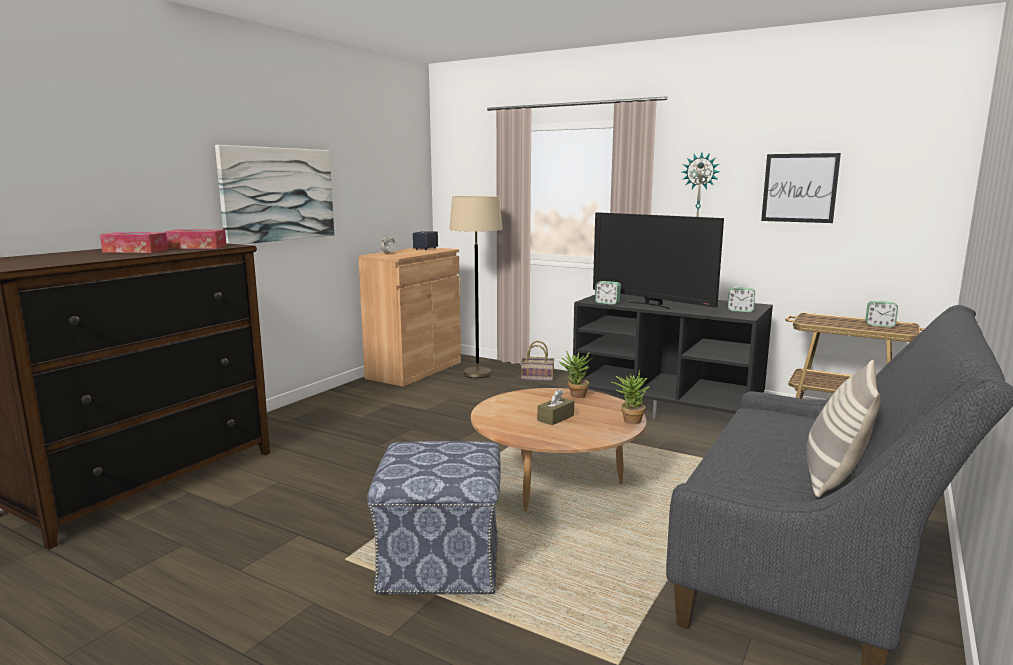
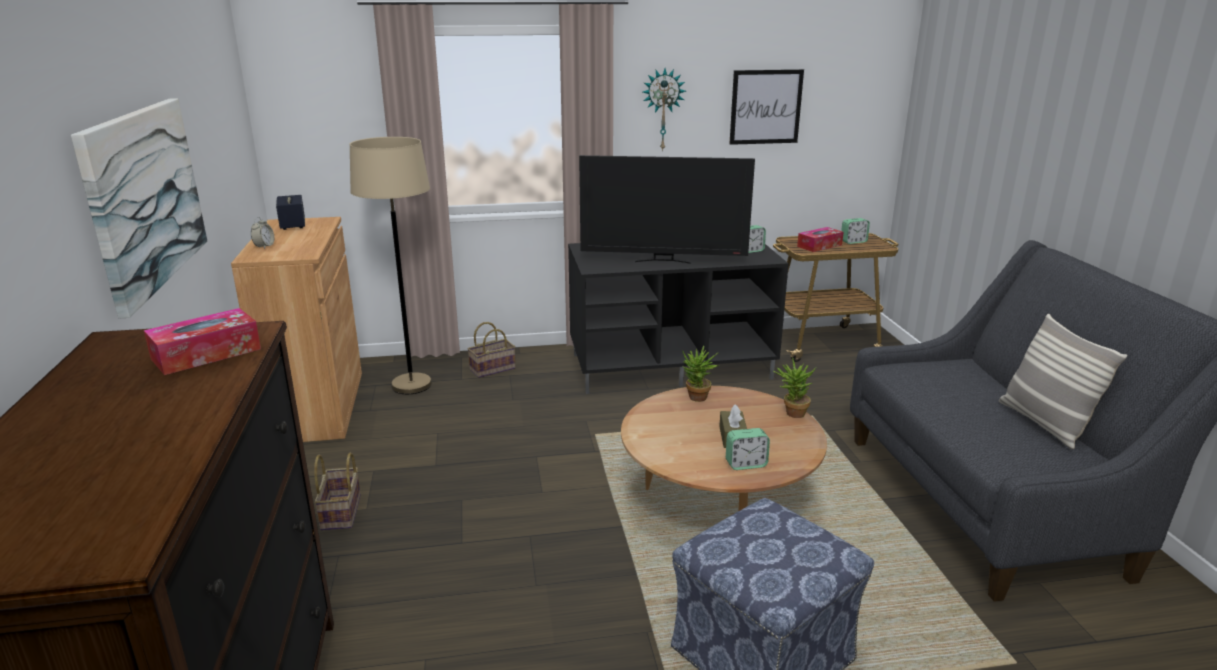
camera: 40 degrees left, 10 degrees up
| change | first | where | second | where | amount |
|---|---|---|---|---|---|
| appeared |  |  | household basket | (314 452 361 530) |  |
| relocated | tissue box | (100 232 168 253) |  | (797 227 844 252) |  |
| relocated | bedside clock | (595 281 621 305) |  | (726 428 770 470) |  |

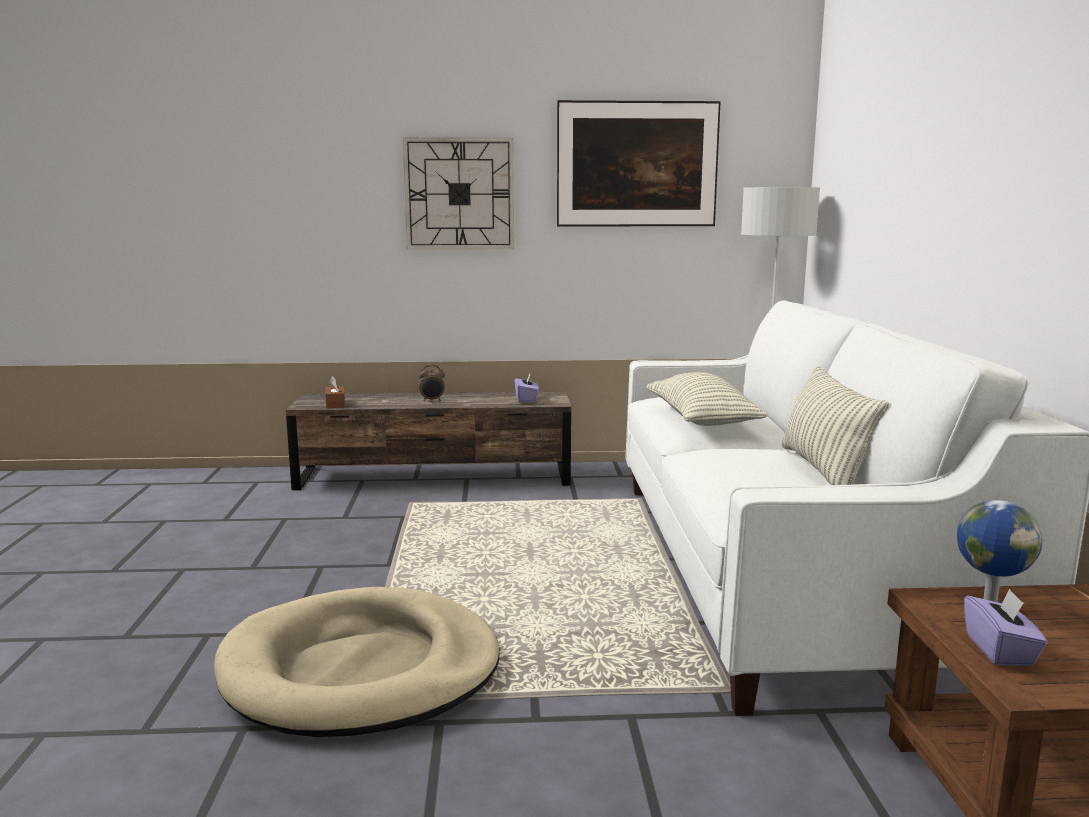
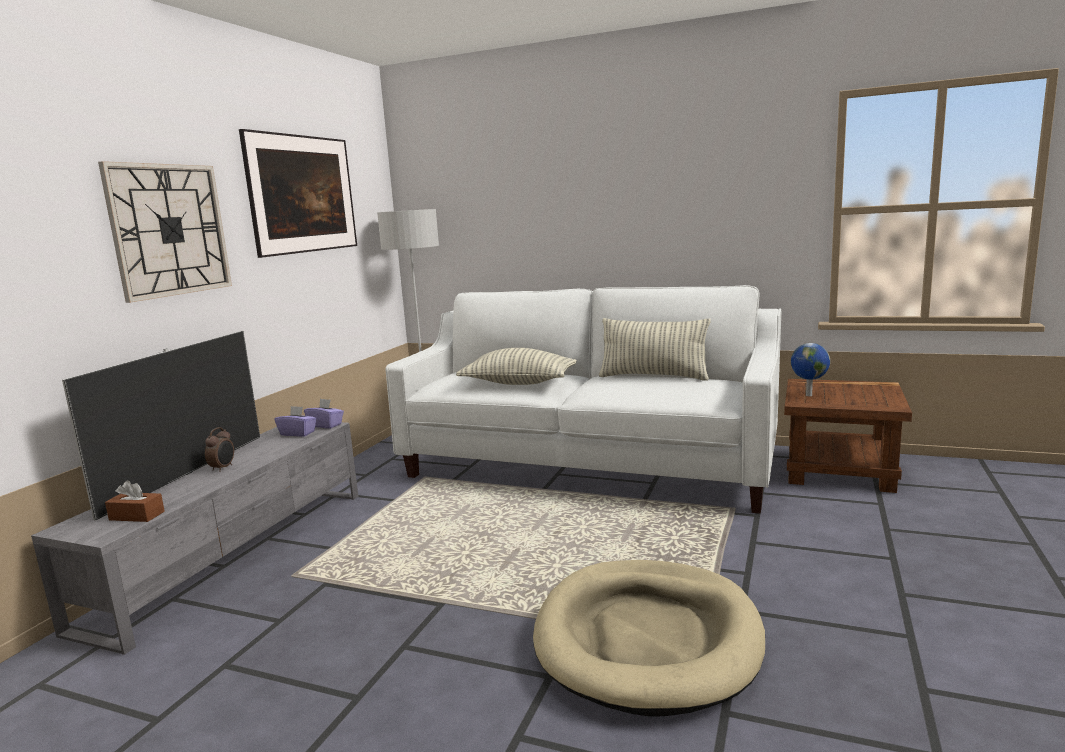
camera: 65 degrees left, 0 degrees up
| change | first | where | second | where | amount |
|---|---|---|---|---|---|
| appeared |  |  | TV | (62 331 260 521) |  |
| relocated | tissue box in purple-coloured | (964 589 1047 666) |  | (304 398 344 429) |  |
| colour | tv unit in brownish | (286 391 571 490) | tv unit in greyish | (31 422 358 655) |  |

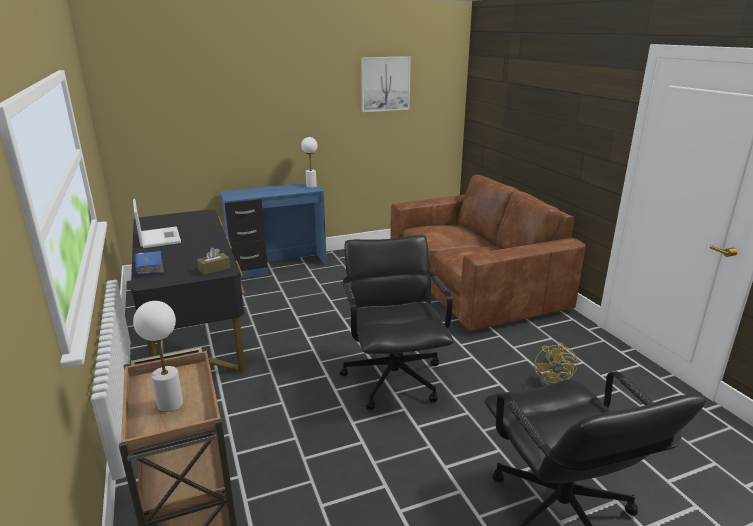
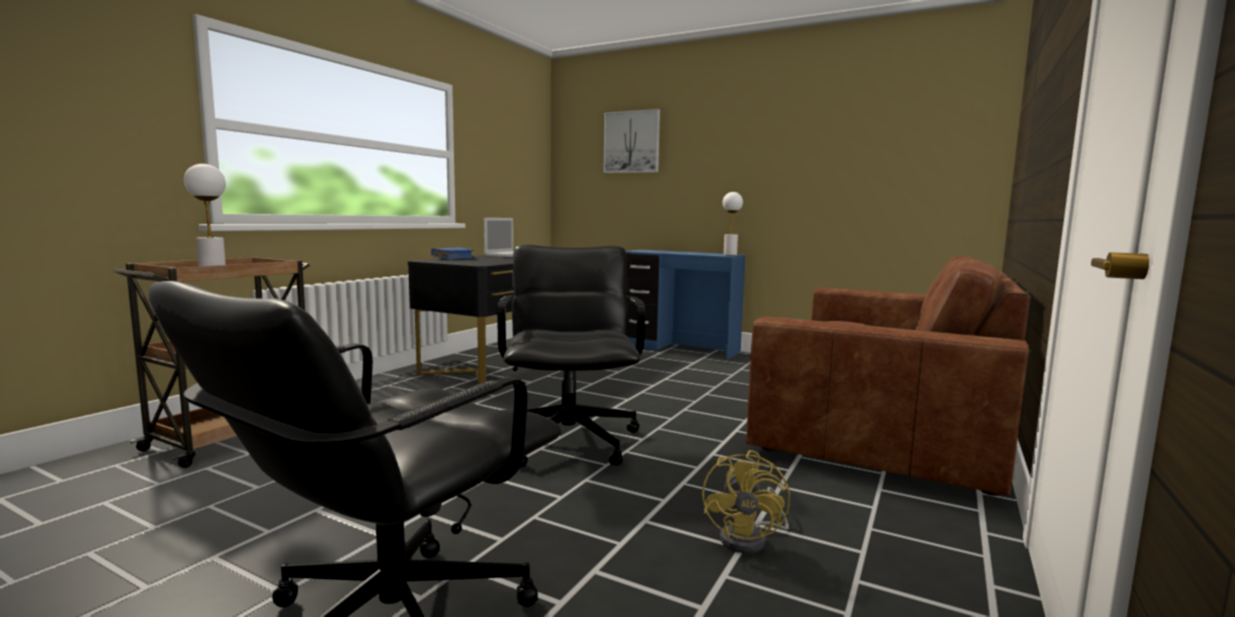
camera: 50 degrees right, 15 degrees down
| change | first | where | second | where | amount |
|---|---|---|---|---|---|
| missing | tissue box in brownish | (197 248 230 275) |  |  |  |
| relocated | picture | (361 56 411 112) |  | (603 109 660 173) |  |
| spun | desk chair in blackish | (340 235 454 410) |  | (497 245 645 468) | 45 degrees counterclockwise |
| spun | cooling fan in yellow | (534 343 578 386) |  | (702 450 790 554) | 45 degrees counterclockwise |

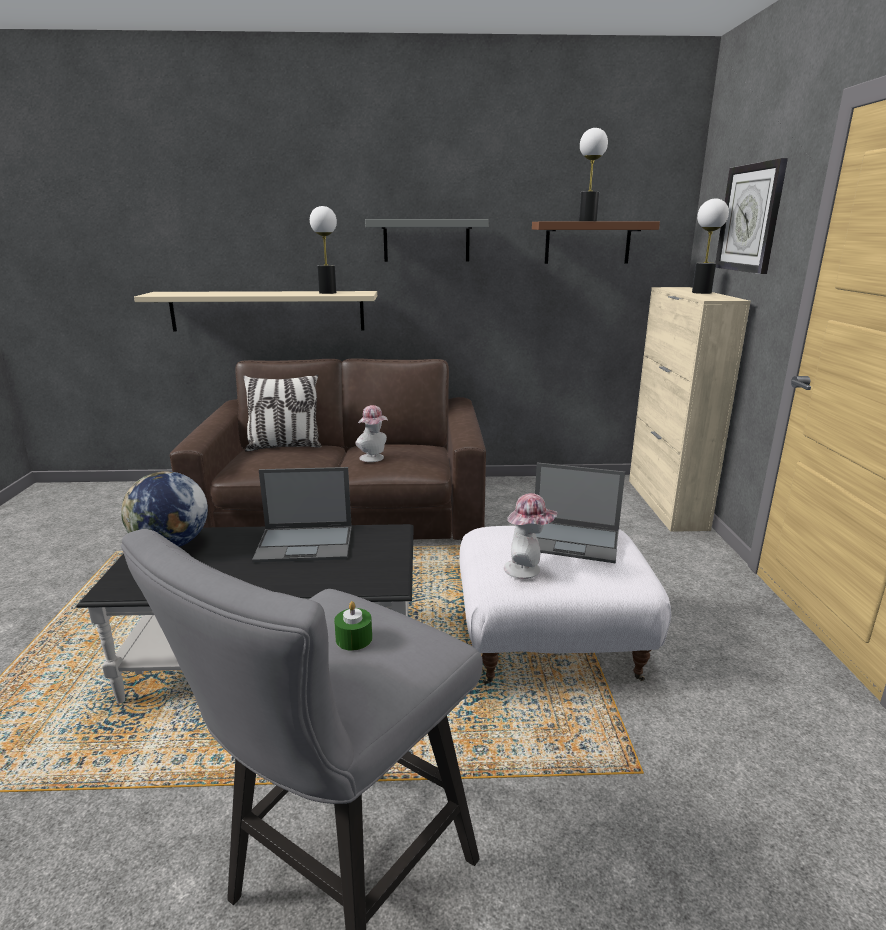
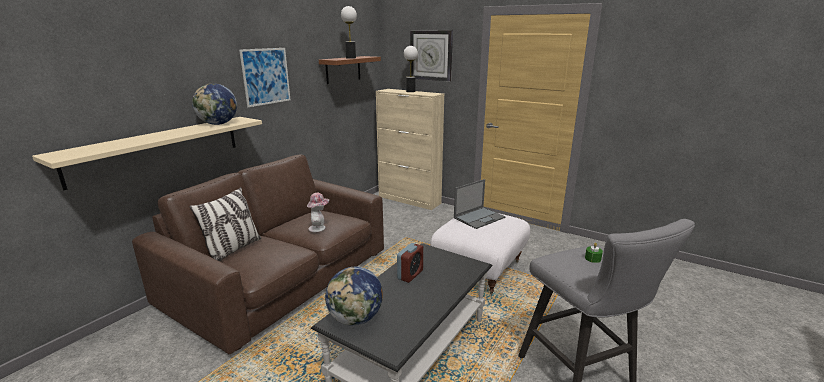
camera: 55 degrees left, 0 degrees up
| change | first | where | second | where | amount |
|---|---|---|---|---|---|
| missing | hat | (504 493 557 579) |  |  |  |
| exchanged | notebook computer | (252 467 352 562) | bedside clock | (397 243 423 283) |  |
| exchanged | lamp for a table | (310 206 337 294) | desk globe | (192 83 237 125) |  |
| exchanged | shelf in greyish | (365 219 489 262) | picture | (239 48 291 107) |  |

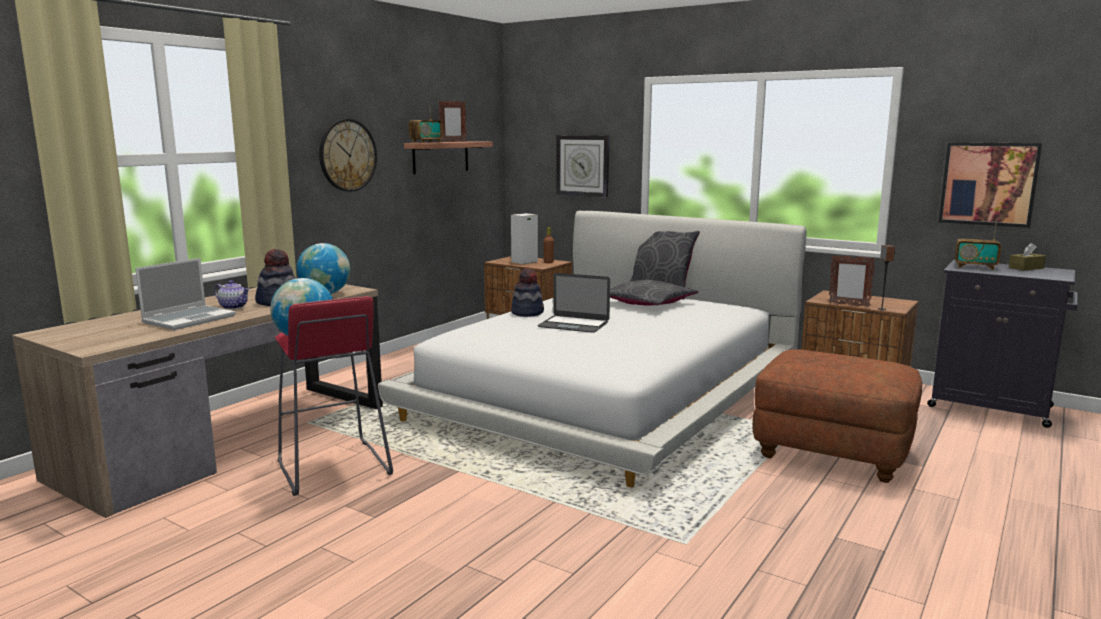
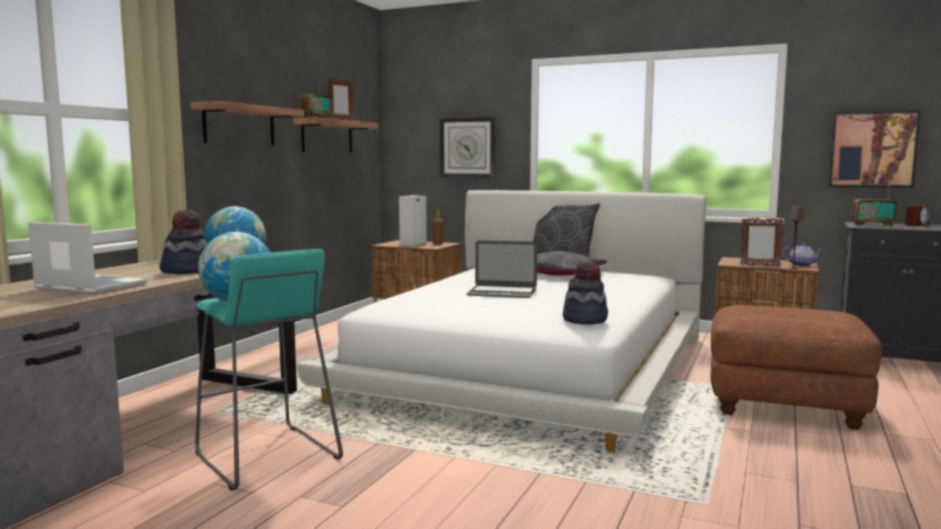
camera: 10 degrees left, 5 degrees down
| change | first | where | second | where | amount |
|---|---|---|---|---|---|
| relocated | tea pot | (214 280 250 309) |  | (782 243 824 267) |  |
| relocated | hat | (511 268 544 317) |  | (563 260 608 325) |  |
| exchanged | clock on the wall | (319 119 377 192) | shelf | (191 101 304 145) |  |
| exchanged | tissue box in brownish | (1009 243 1046 271) | bedside clock | (905 204 930 226) |  |
| colour | stool seat in red | (275 296 393 496) | stool seat in blue-green | (195 249 343 491) |  |
| spun | notebook computer | (135 258 236 330) |  | (28 222 147 295) | 90 degrees counterclockwise |

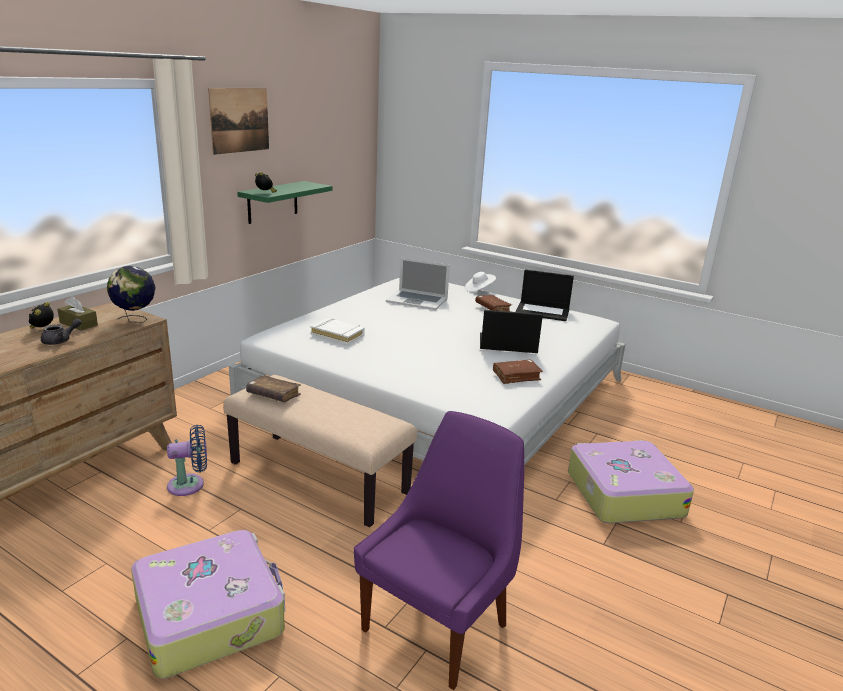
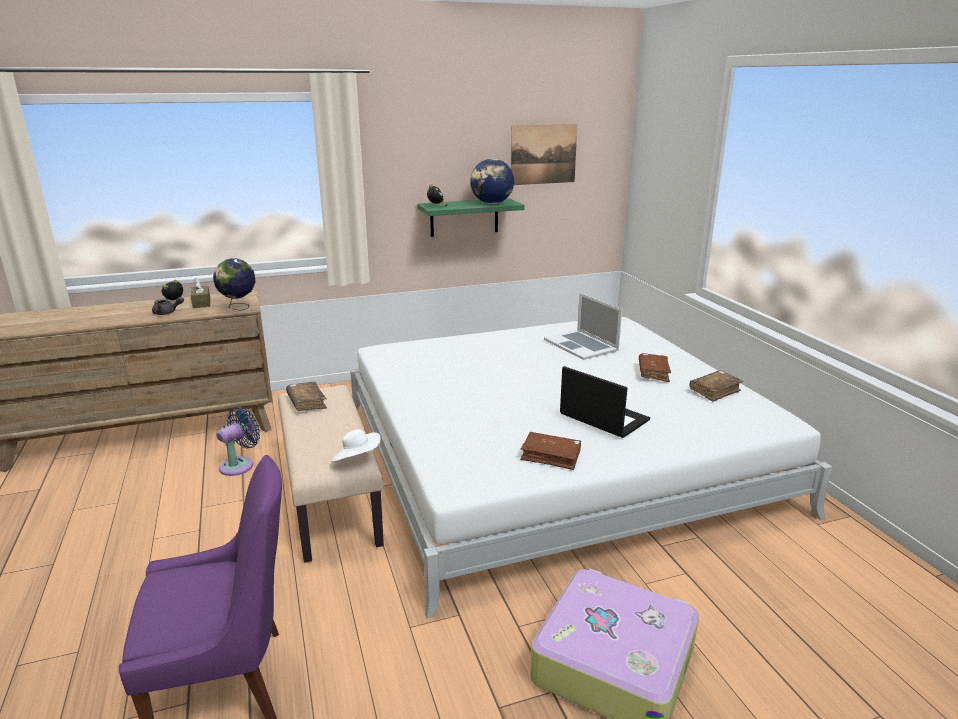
camera: 40 degrees right, 0 degrees up
| change | first | where | second | where | amount |
|---|---|---|---|---|---|
| missing | suitcase | (131 530 285 679) |  |  |  |
| missing | bound book in white-coloured | (310 318 365 344) |  |  |  |
| appeared |  |  | desk globe | (470 159 514 204) |  |
| relocated | picture | (208 88 269 155) |  | (511 124 578 185) |  |
| relocated | hat in white-coloured | (465 272 496 292) |  | (331 429 381 462) |  |
| exchanged | notebook computer | (516 270 574 321) | bound book in brownish | (689 370 743 402) |  |
| spun | cooling fan in blue | (167 425 207 496) |  | (216 407 260 476) | 75 degrees counterclockwise |

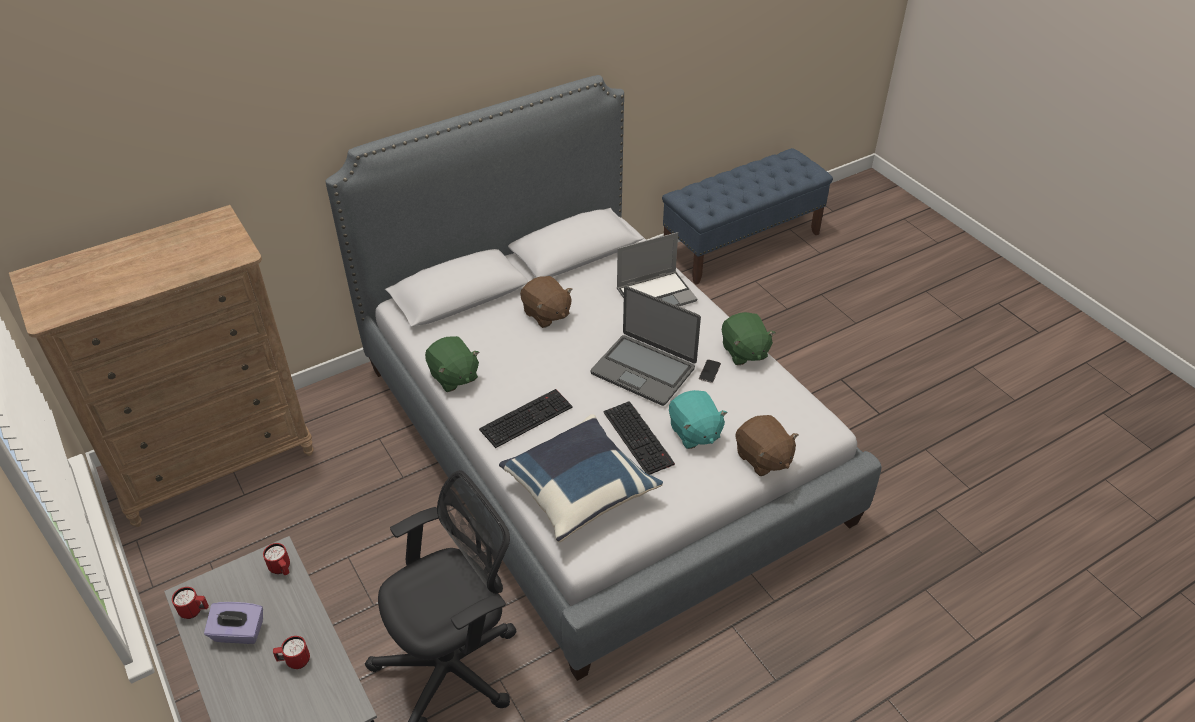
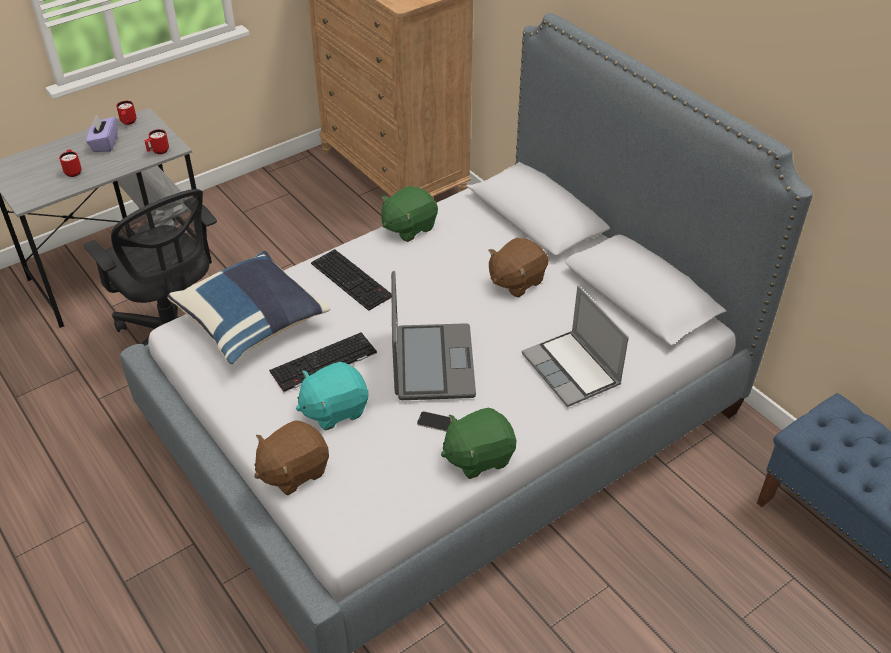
camera: 85 degrees right, 0 degrees up
| change | first | where | second | where | amount |
|---|---|---|---|---|---|
| spun | notebook computer | (591 286 701 406) |  | (391 271 476 400) | 150 degrees clockwise |

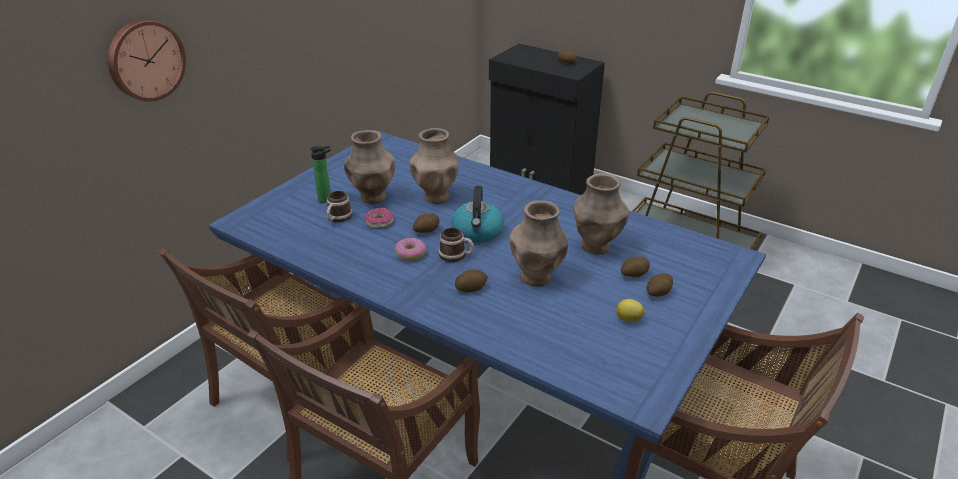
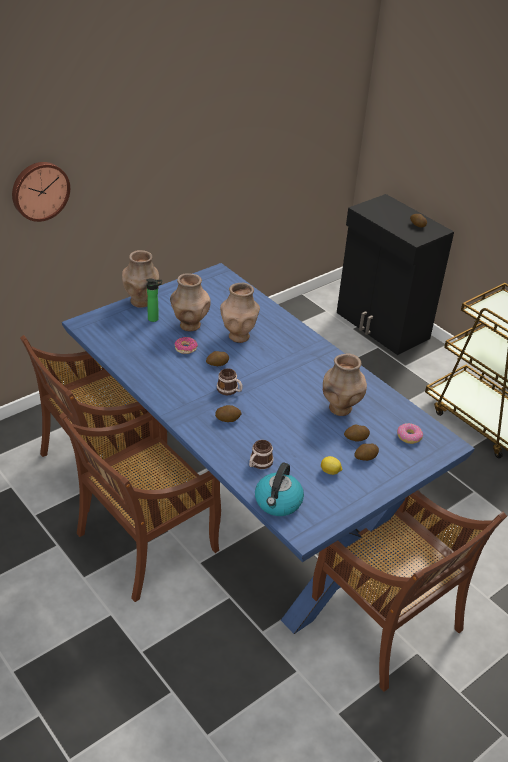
camera: 15 degrees right, 5 degrees up
| change | first | where | second | where | amount |
|---|---|---|---|---|---|
| relocated | coffee mug | (327 191 352 223) |  | (249 440 274 469) |  |
| relocated | donut | (395 238 426 261) |  | (397 423 423 444) |  |
| relocated | water kettle | (452 186 504 243) |  | (255 463 304 516) |  |
| relocated | flower vase in brownish | (509 200 568 287) |  | (122 250 159 308) |  |

